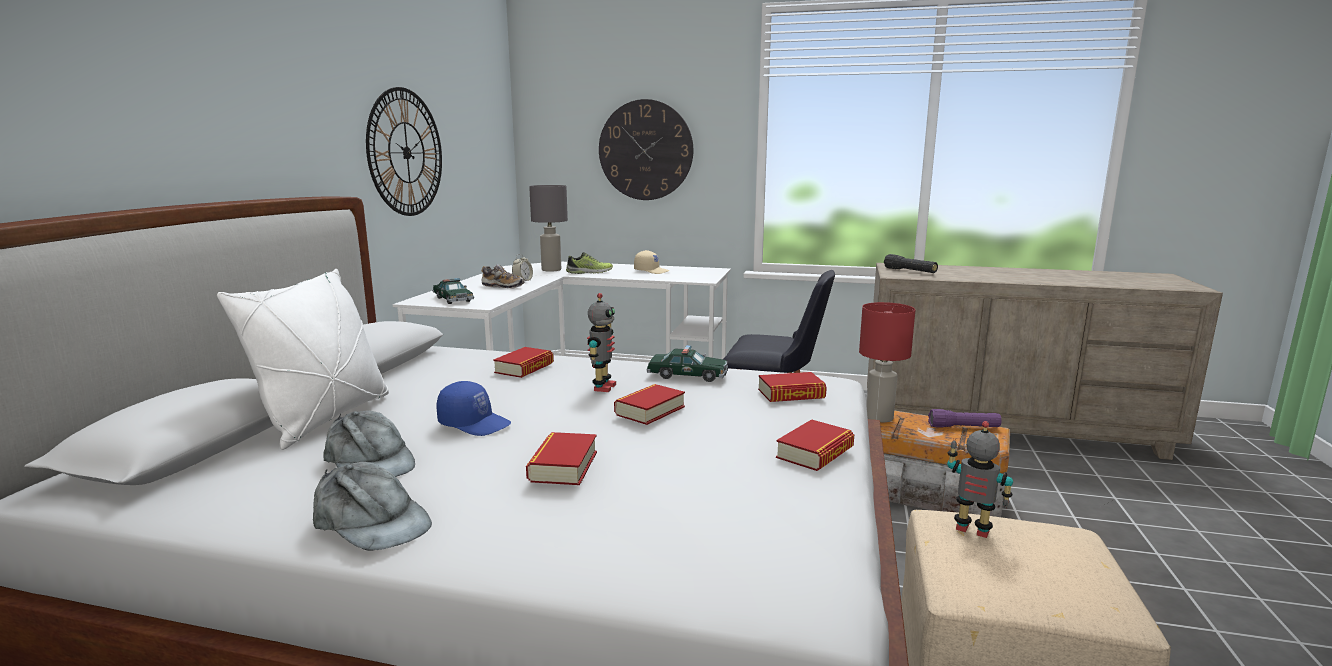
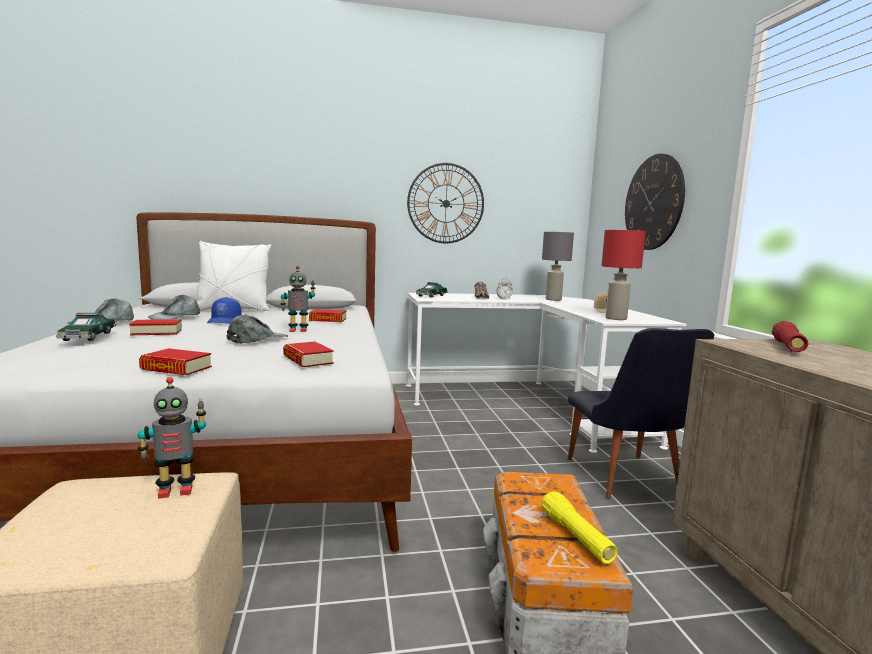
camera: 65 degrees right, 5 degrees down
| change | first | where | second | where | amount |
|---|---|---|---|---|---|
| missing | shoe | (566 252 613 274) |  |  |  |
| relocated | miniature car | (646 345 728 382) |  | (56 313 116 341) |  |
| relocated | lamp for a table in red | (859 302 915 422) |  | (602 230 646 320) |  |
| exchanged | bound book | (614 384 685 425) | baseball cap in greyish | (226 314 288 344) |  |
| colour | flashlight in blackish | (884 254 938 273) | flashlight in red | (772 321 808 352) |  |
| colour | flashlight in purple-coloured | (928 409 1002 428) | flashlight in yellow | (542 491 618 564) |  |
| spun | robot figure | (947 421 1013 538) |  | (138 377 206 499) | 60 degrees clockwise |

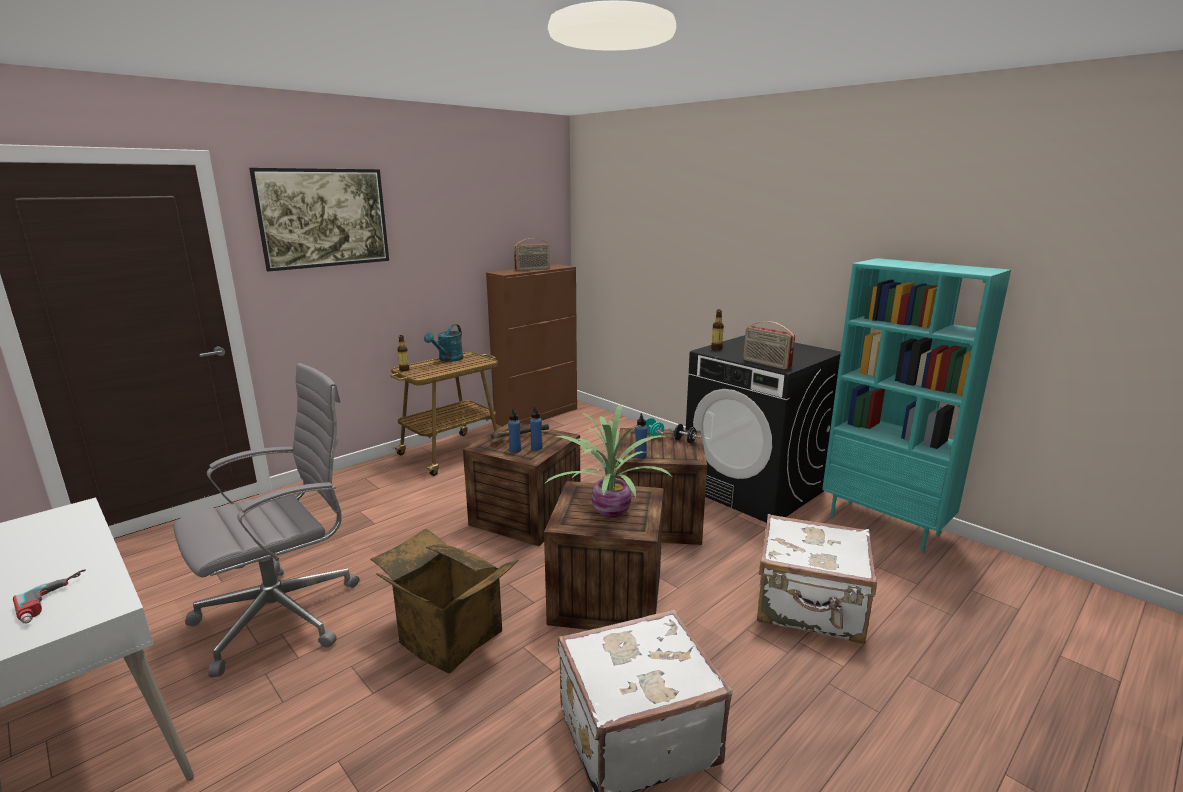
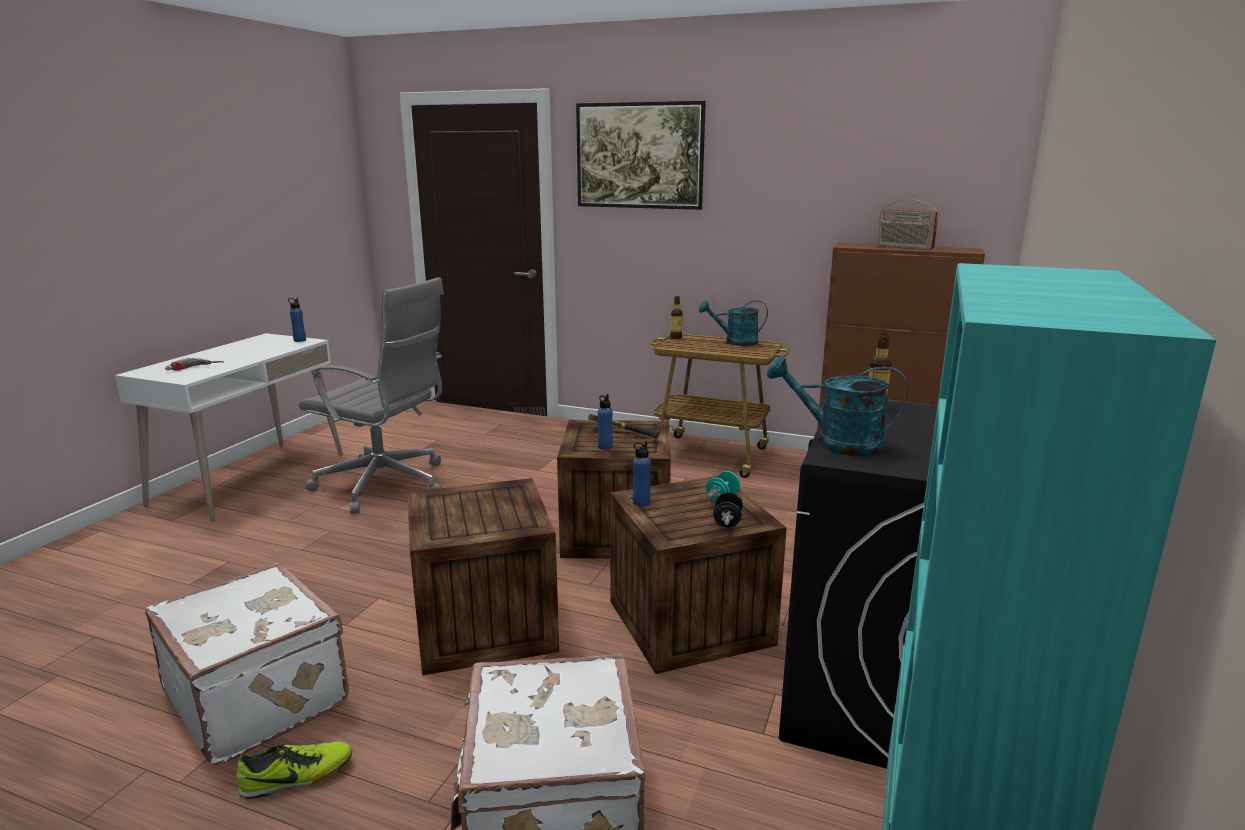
camera: 65 degrees right, 0 degrees up
| change | first | where | second | where | amount |
|---|---|---|---|---|---|
| missing | packing box | (370 528 518 673) |  |  |  |
| missing | houseplant | (544 405 671 518) |  |  |  |
| appeared |  |  | shoe | (237 742 352 799) |  |
| relocated | drink bottle in blue | (508 409 521 453) |  | (288 298 306 342) |  |
| exchanged | radio receiver | (743 321 795 370) | sprinkling can in blue-green | (767 356 908 456) |  |

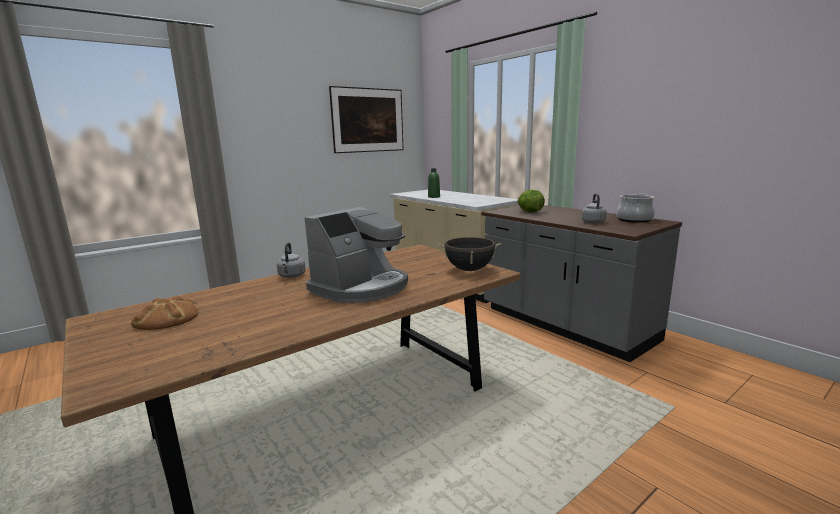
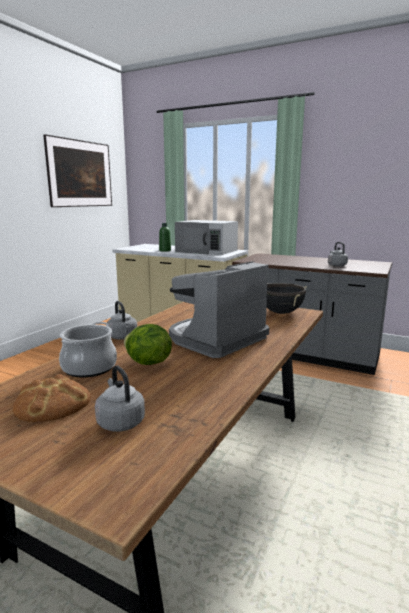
camera: 25 degrees left, 0 degrees up
| change | first | where | second | where | amount |
|---|---|---|---|---|---|
| appeared |  |  | water kettle in greyish | (95 365 145 432) |  |
| appeared |  |  | microwave in white-coloured | (175 220 238 255) |  |
| relocated | head of lettuce | (517 190 545 212) |  | (124 324 172 365) |  |
| relocated | saucepot | (616 193 655 223) |  | (59 322 117 377) |  |
| spun | coffee maker | (304 207 408 303) |  | (169 261 269 358) | 150 degrees counterclockwise |

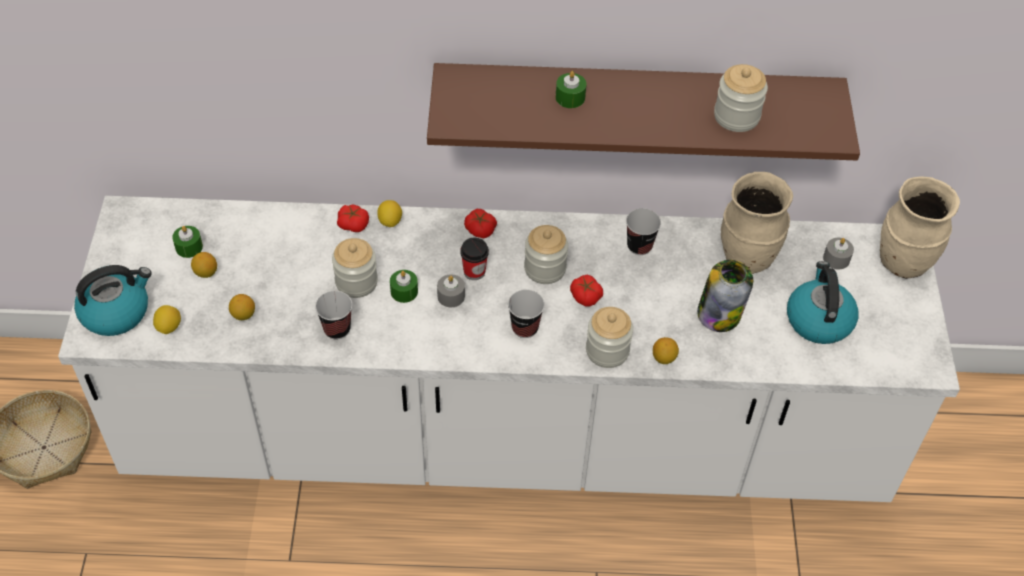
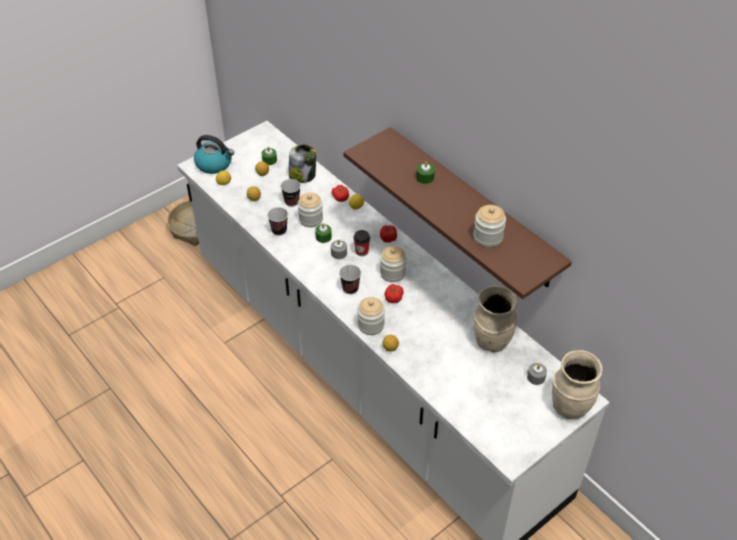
camera: 50 degrees right, 5 degrees down
| change | first | where | second | where | amount |
|---|---|---|---|---|---|
| missing | water kettle | (787 261 858 344) |  |  |  |
| relocated | drinking cup | (626 208 661 255) |  | (281 179 301 207) |  |
| relocated | storage jar | (697 260 753 332) |  | (289 144 316 183) |  |

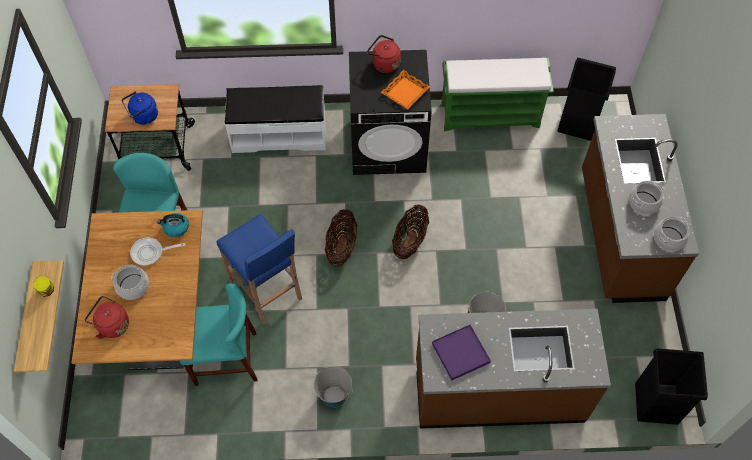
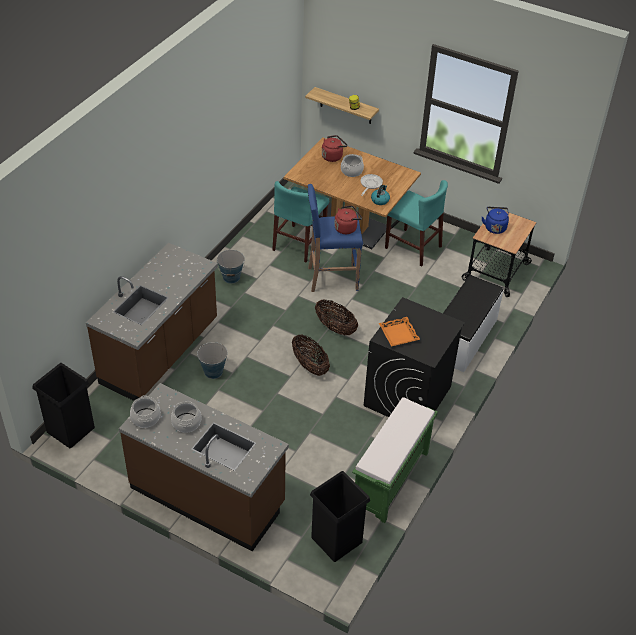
camera: 120 degrees right, 15 degrees down
| change | first | where | second | where | amount |
|---|---|---|---|---|---|
| missing | serving tray in purple-coloured | (432 325 491 380) |  |  |  |
| relocated | water kettle in red | (367 35 401 73) |  | (334 206 362 234) |  |

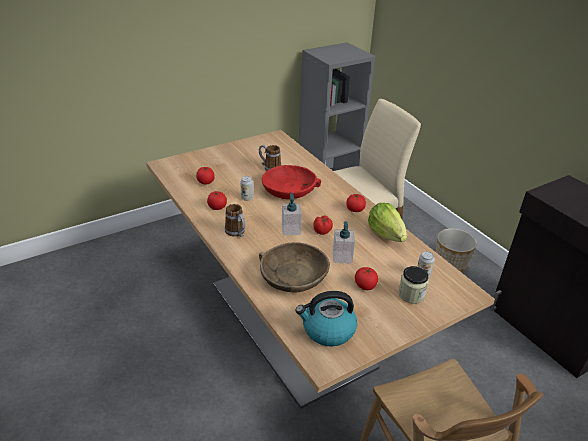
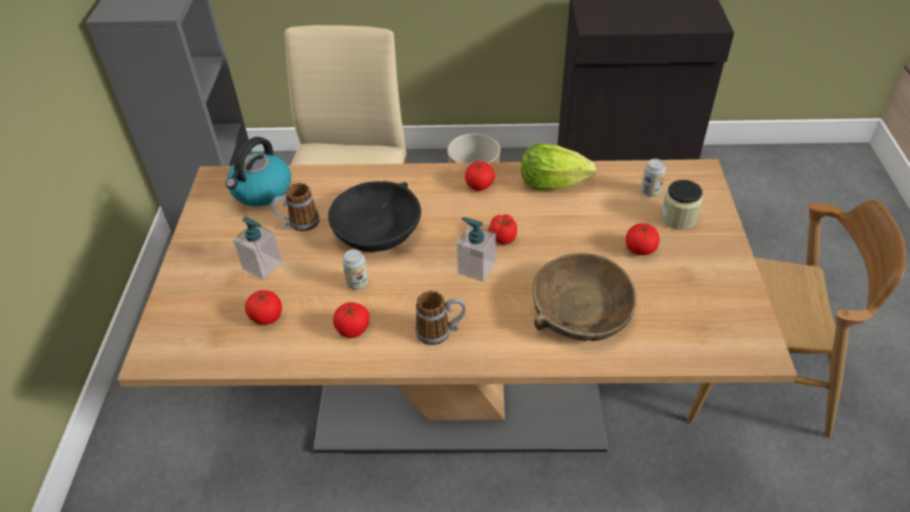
camera: 55 degrees left, 10 degrees up
| change | first | where | second | where | amount |
|---|---|---|---|---|---|
| relocated | water kettle | (296 291 357 347) |  | (226 137 291 206) |  |
| relocated | liquid soap bottle | (333 221 355 264) |  | (233 217 282 280) |  |
| colour | deep dish in red | (262 165 321 199) | deep dish in blackish | (328 181 421 252) |  |

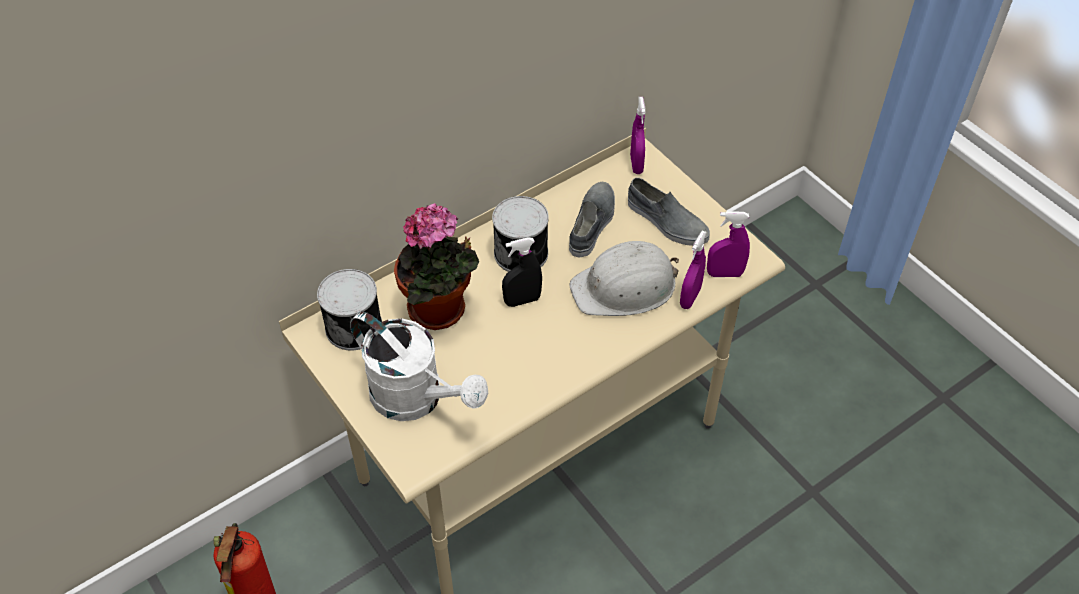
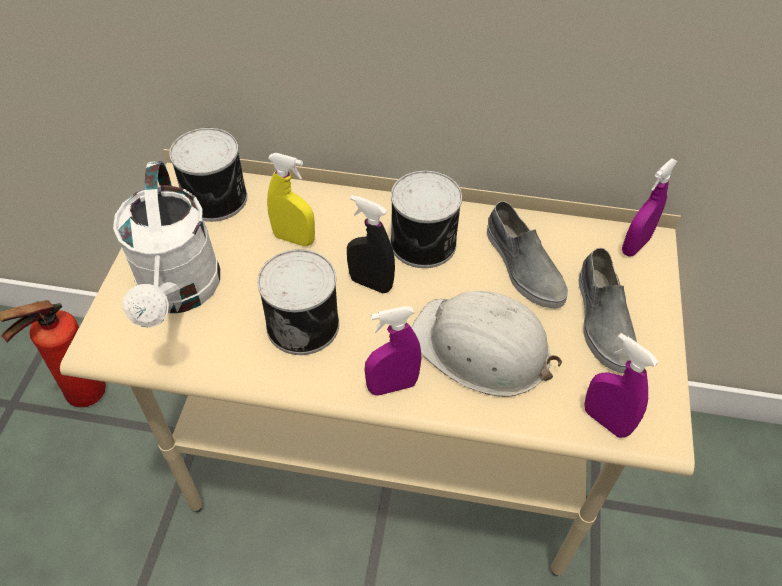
camera: 45 degrees right, 0 degrees up
| change | first | where | second | where | amount |
|---|---|---|---|---|---|
| appeared |  |  | metal can | (257 249 339 355) |  |
| relocated | spray bottle in purple-coloured | (680 231 707 309) |  | (365 306 421 395) |  |
| exchanged | houseplant | (394 203 479 330) | spray bottle in yellow | (267 153 315 246) |  |
| spun | shoe in greyish | (569 182 615 258) |  | (487 201 568 309) | 90 degrees clockwise |

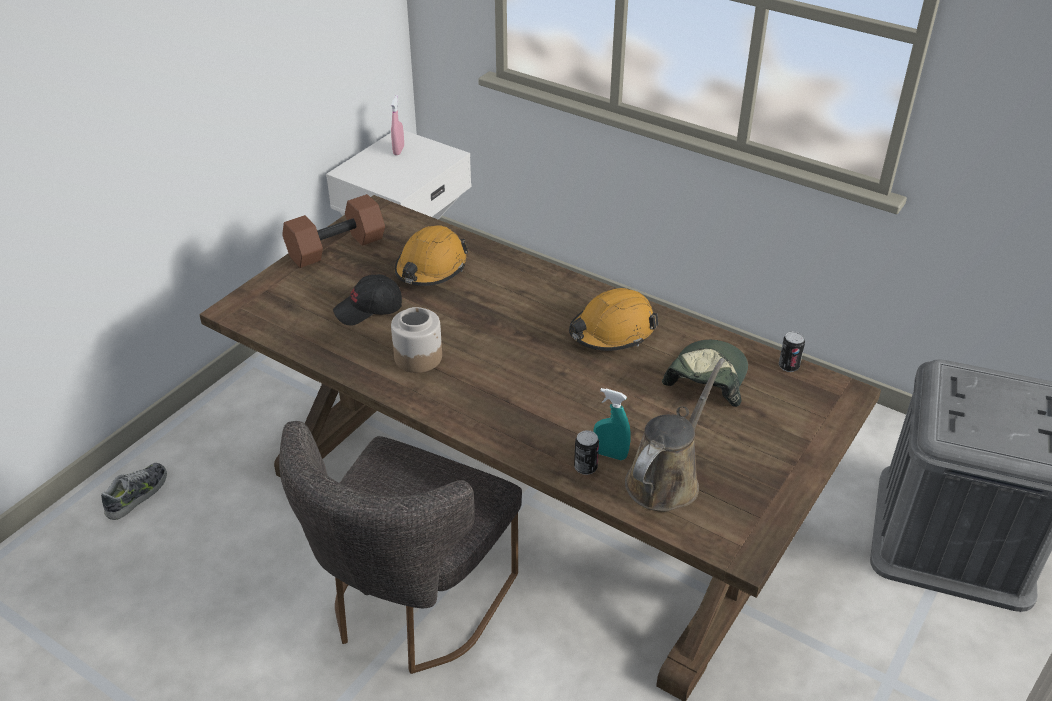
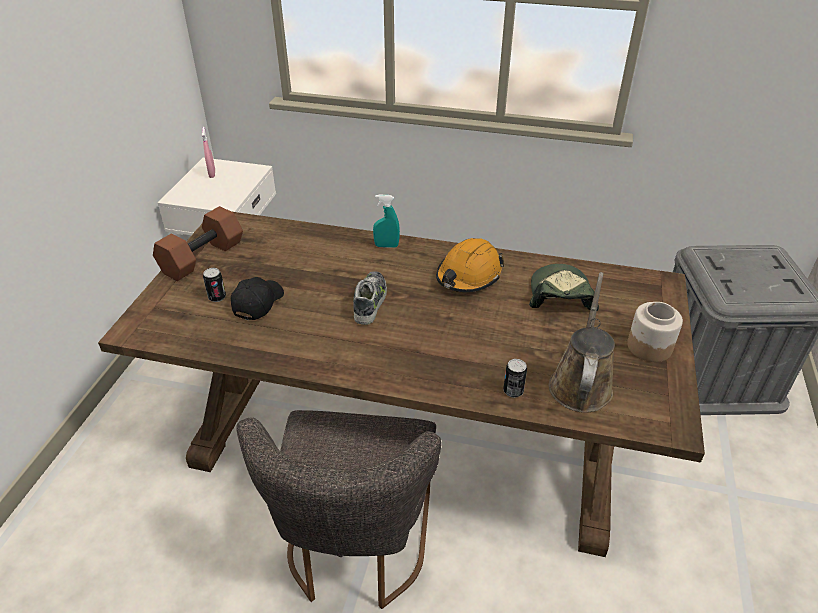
camera: 20 degrees left, 0 degrees up
| change | first | where | second | where | amount |
|---|---|---|---|---|---|
| missing | hard hat in orangey | (395 225 469 286) |  |  |  |
| relocated | shoe | (101 463 167 520) |  | (353 271 387 325) |  |
| relocated | storage jar | (391 307 442 373) |  | (627 302 683 362) |  |
| relocated | spray bottle in blue-green | (593 388 631 460) |  | (373 194 400 248) |  |
| relocated | metal can | (779 331 805 372) |  | (203 268 226 302) |  |
| spun | baseball cap in blackish | (333 274 402 326) |  | (231 277 284 320) | 150 degrees clockwise |

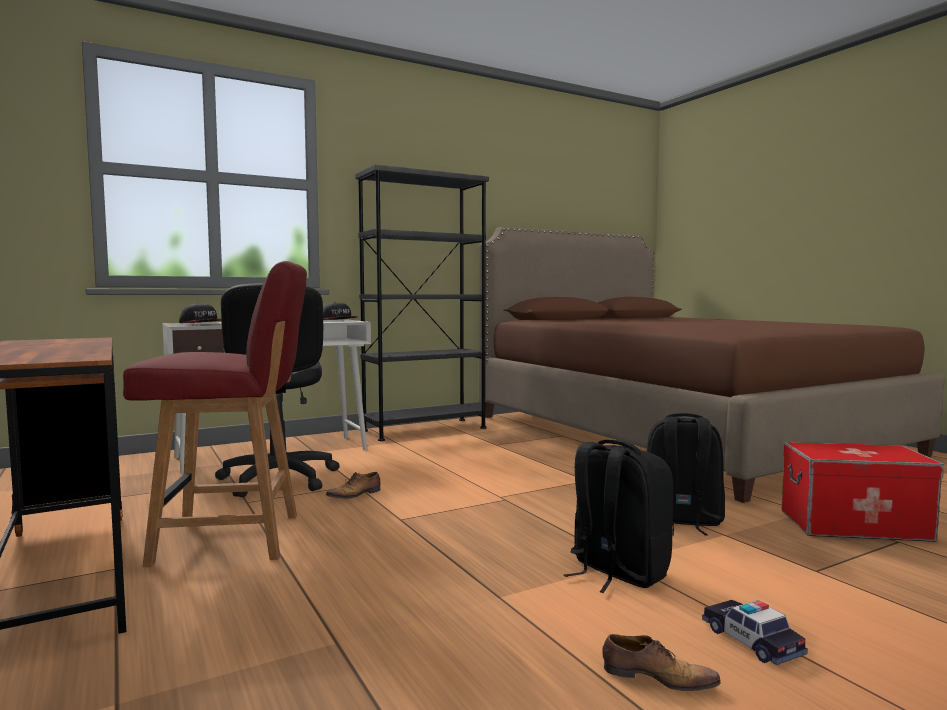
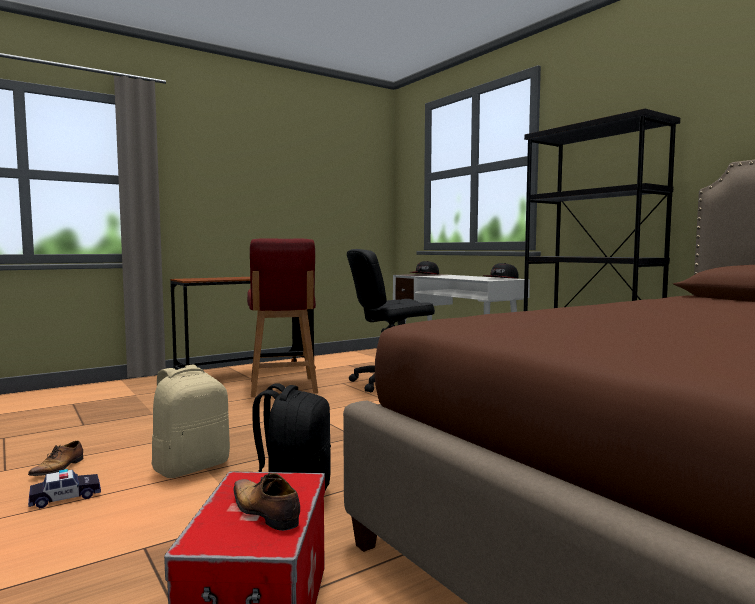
camera: 85 degrees right, 0 degrees up
| change | first | where | second | where | amount |
|---|---|---|---|---|---|
| relocated | shoe | (326 472 381 499) |  | (233 473 300 531) |  |
| colour | backpack in blackish | (564 440 674 593) | backpack in beige-coloured | (151 364 230 478) |  |

